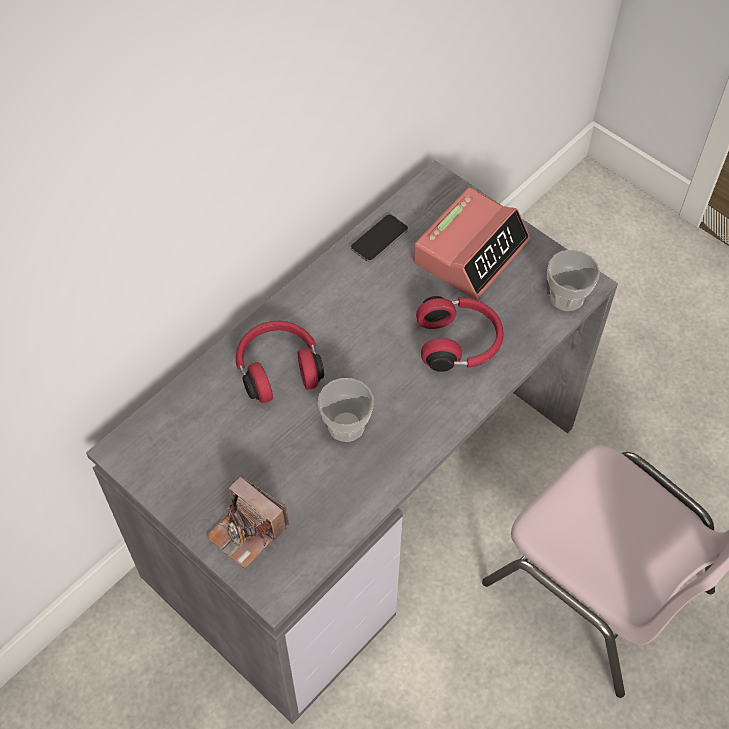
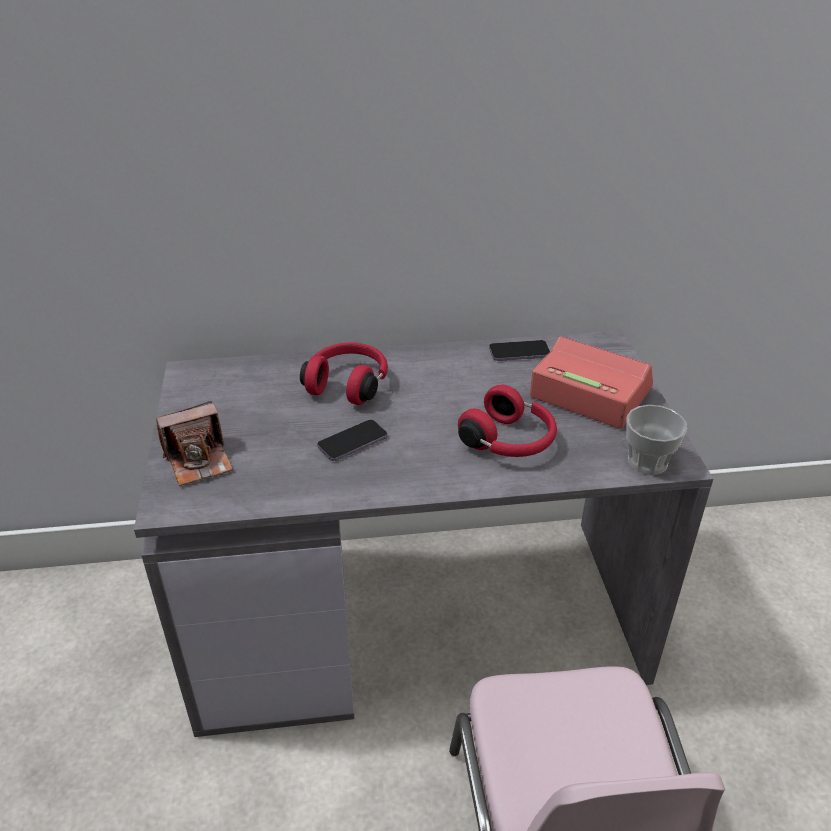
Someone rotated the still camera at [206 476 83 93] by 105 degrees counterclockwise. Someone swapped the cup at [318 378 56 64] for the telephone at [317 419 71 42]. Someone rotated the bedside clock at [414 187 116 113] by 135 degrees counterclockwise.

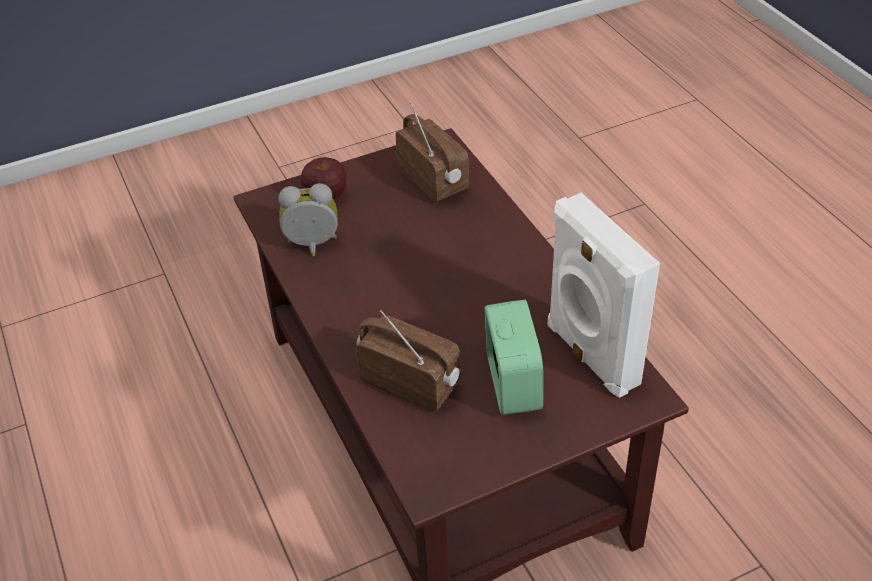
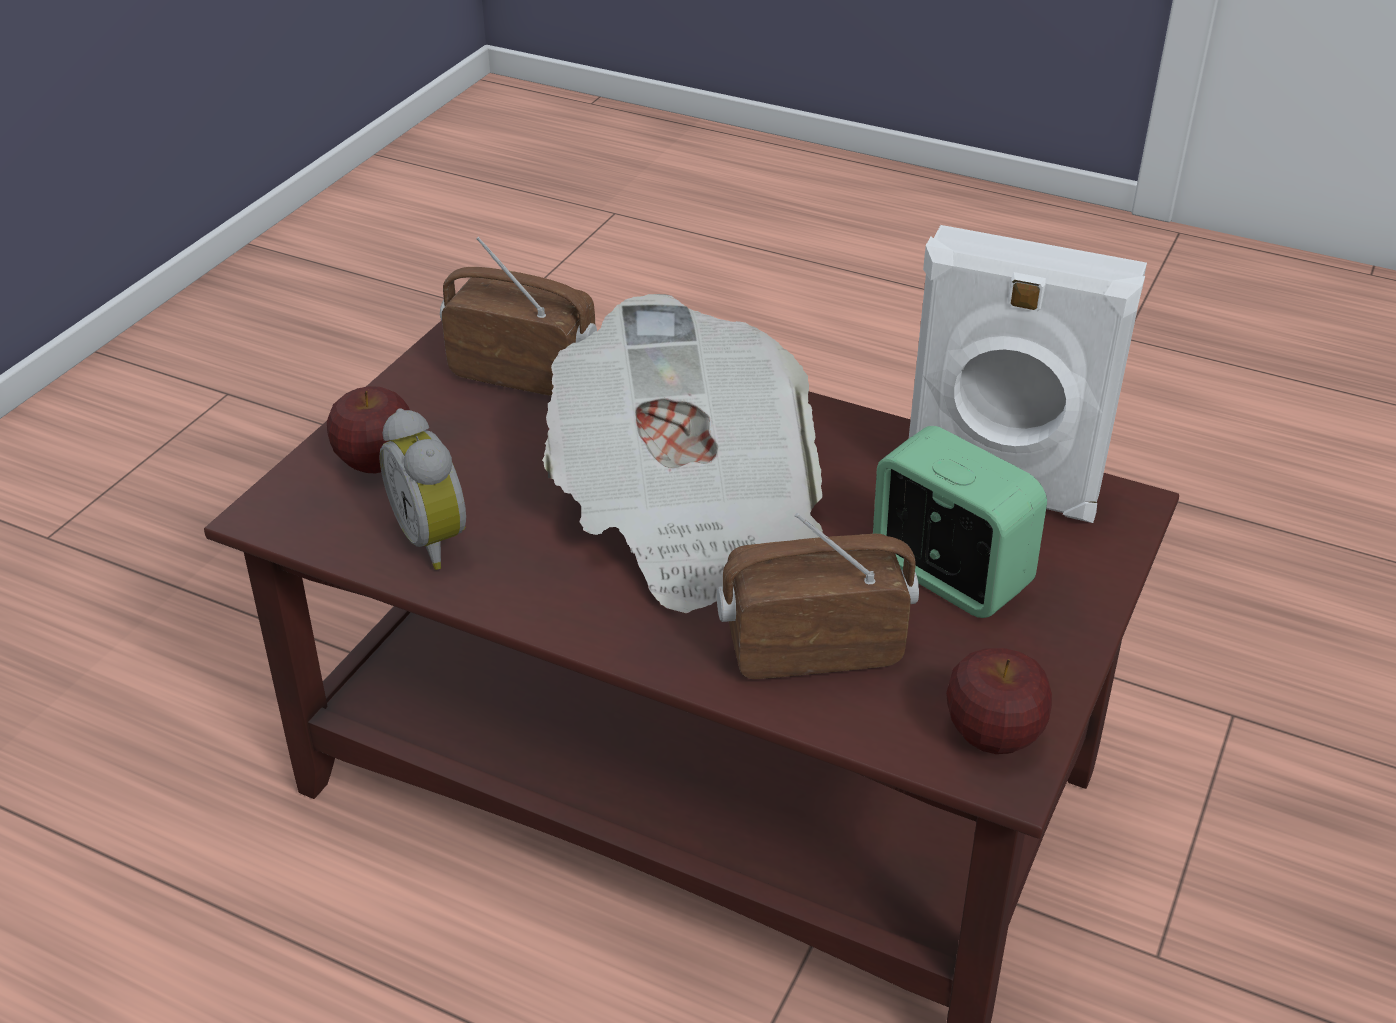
Someone rotated the bedside clock at [278 183 60 73] by 75 degrees counterclockwise. Someone put down the printed paper at [542 294 281 319]. Someone put down the apple fruit at [946 648 106 106].

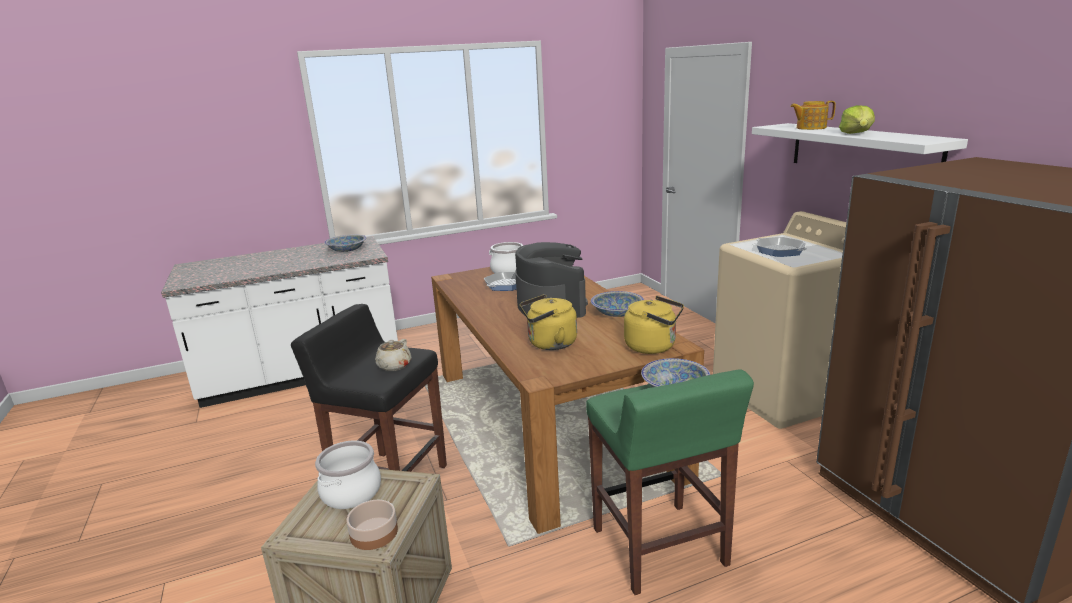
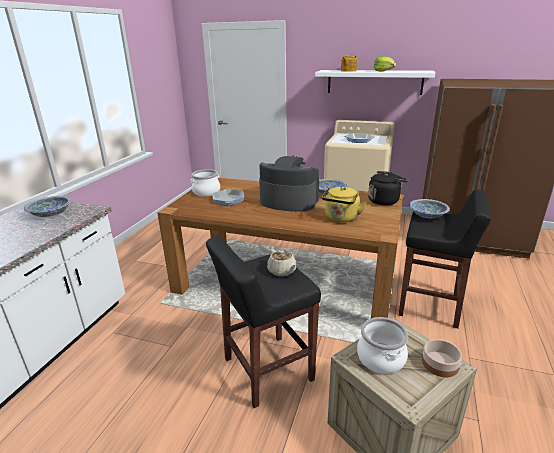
Someone repainted the green stool at [586 369 168 226], which became the black-coloured stool at [399 189 92 140]. Someone repainted the yellow tea kettle at [624 296 60 58], which became the black-coloured tea kettle at [368 171 40 34].

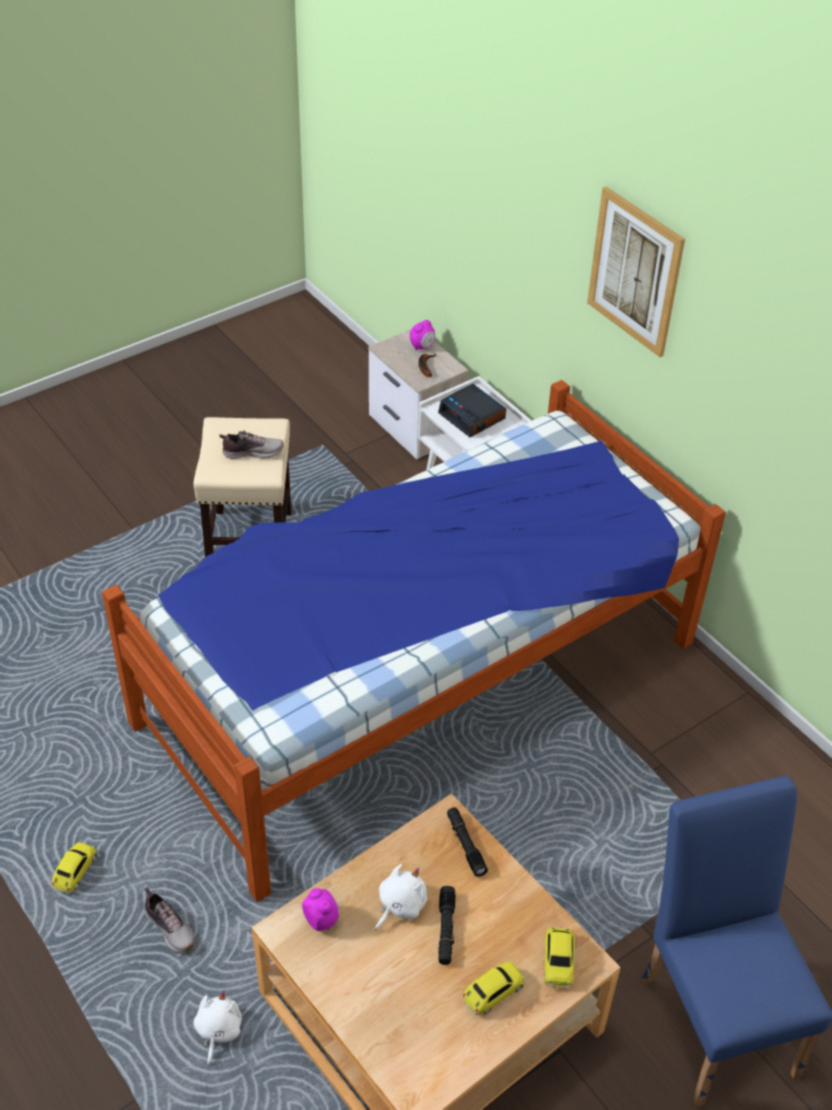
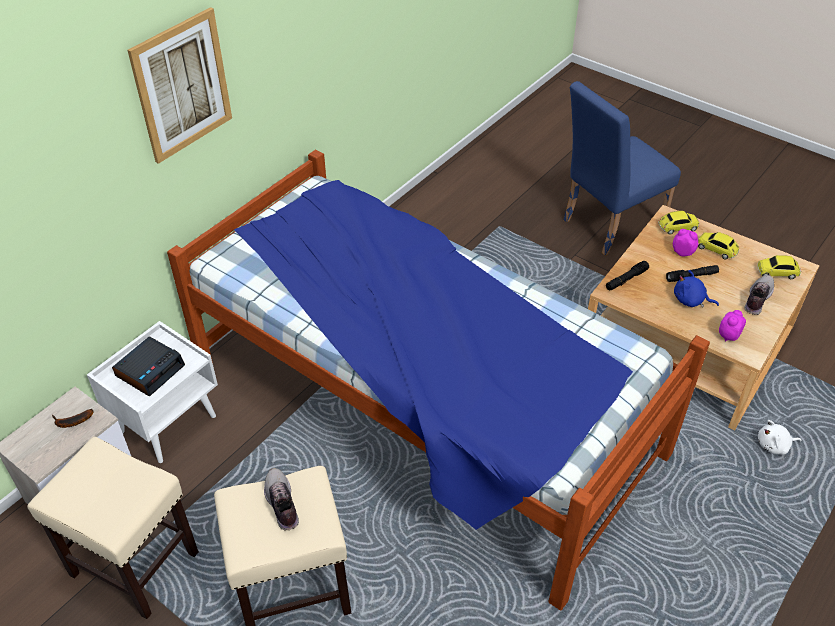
Someone carried the miniature car from [51 842 46 51] to [757 255 44 24]. Someone carried the low shoe from [145 888 50 65] to [744 275 30 40]. Someone repainted the whitish soft toy at [375 864 52 66], which became the blue soft toy at [674 270 45 38]. Someone carried the bedside clock from [410 320 25 30] to [673 229 25 27]. Someone put down the beige stool at [27 437 172 182].

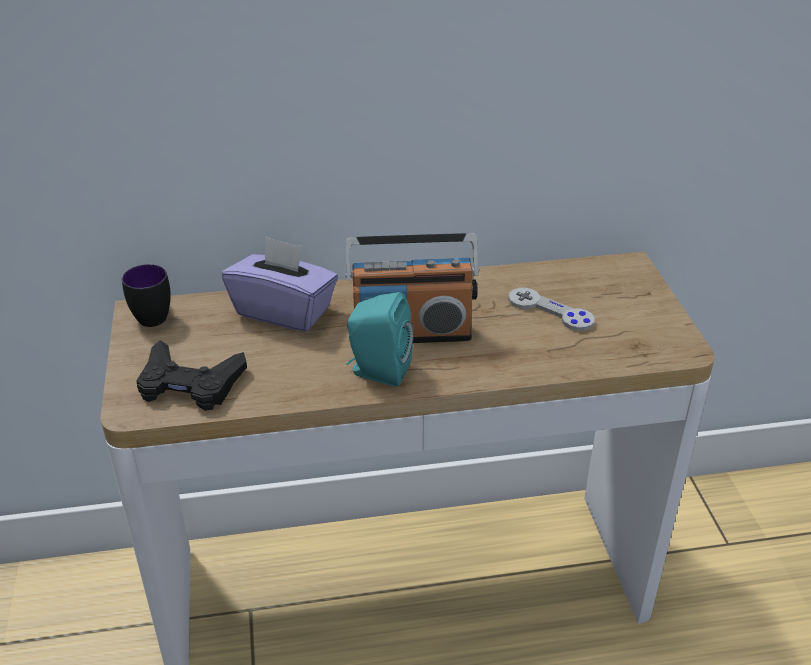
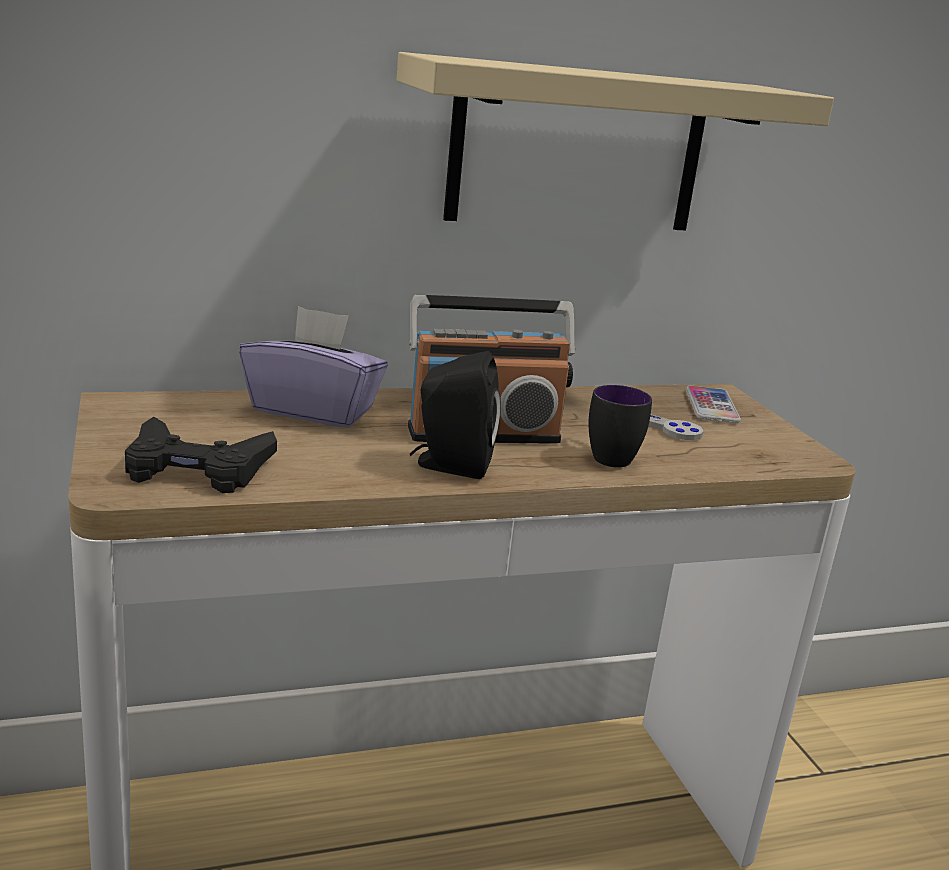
Someone carried the mug from [122 264 49 63] to [588 385 64 83]. Someone repainted the turquoise loudspeaker at [347 292 67 95], which became the black-coloured loudspeaker at [410 351 91 128]. Someone put up the beige shelf at [397 52 437 178]. Someone put down the telephone at [686 386 55 37].

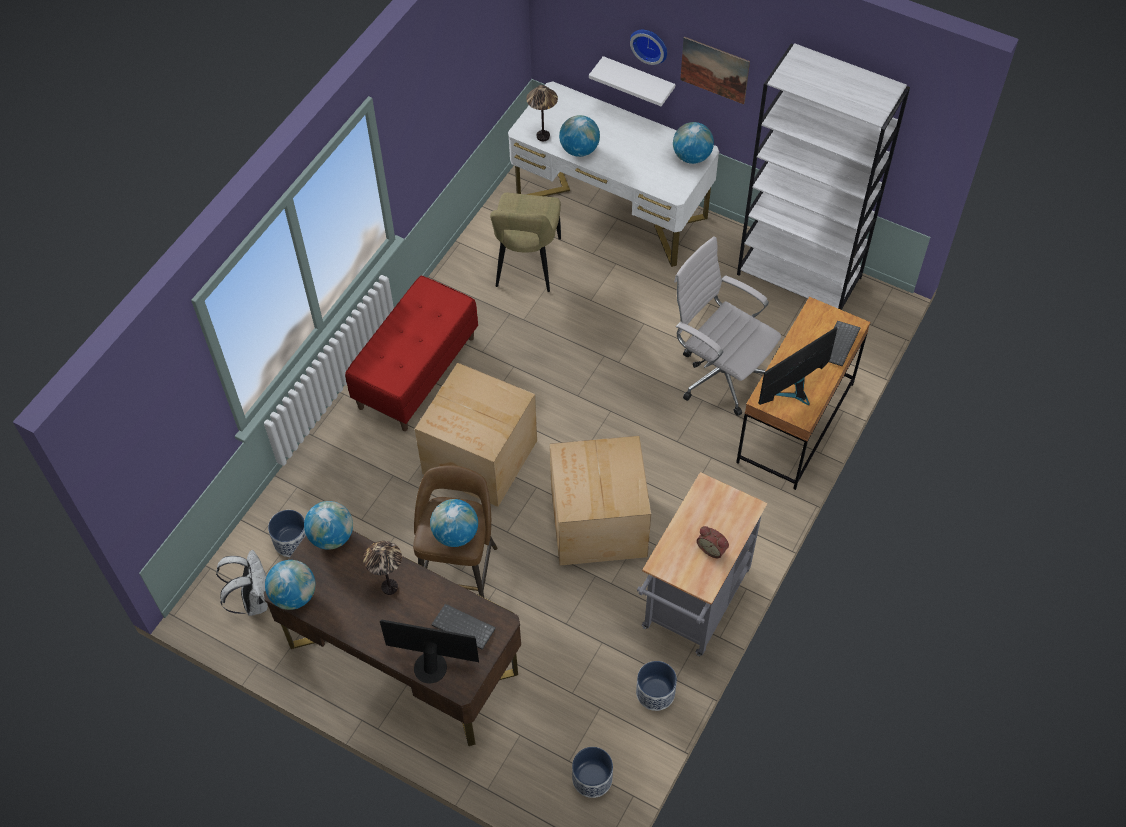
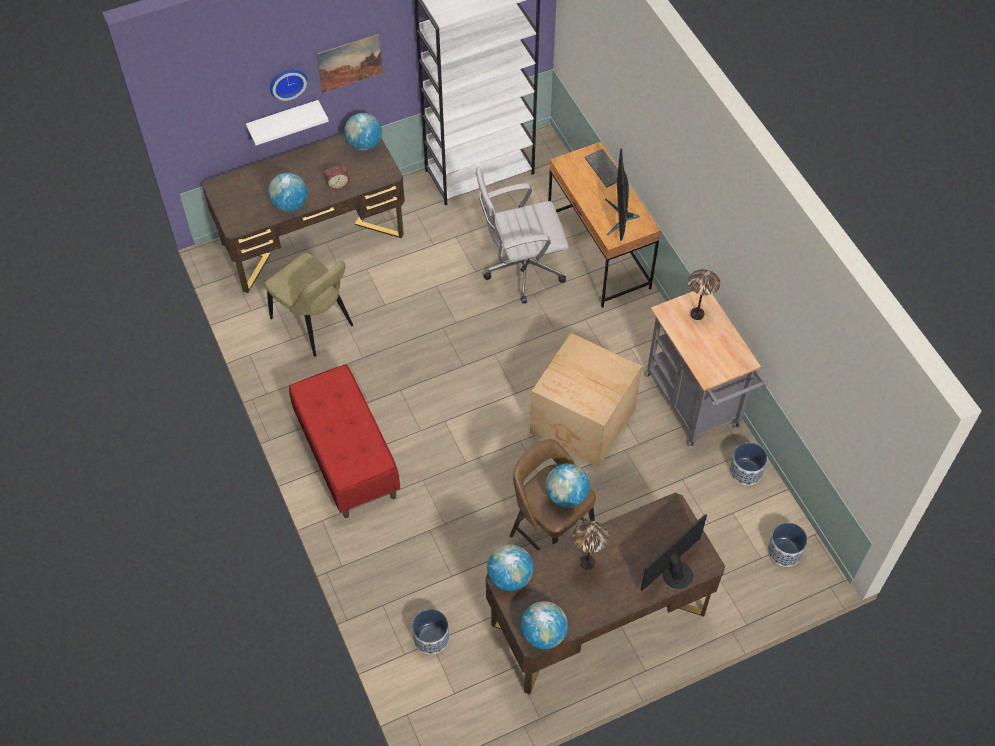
Someone took away the whitish backpack at [216 550 52 66]. Someone took away the packing box at [415 362 122 145]. Someone took away the PC keyboard at [431 604 65 46]. Someone repainted the whitish desk table at [508 82 211 185], which became the brown-coloured desk table at [202 133 203 160]. Someone carried the lamp for a table from [526 85 32 56] to [688 269 32 51]. Someone carried the bedside clock from [697 526 32 32] to [324 166 26 24].

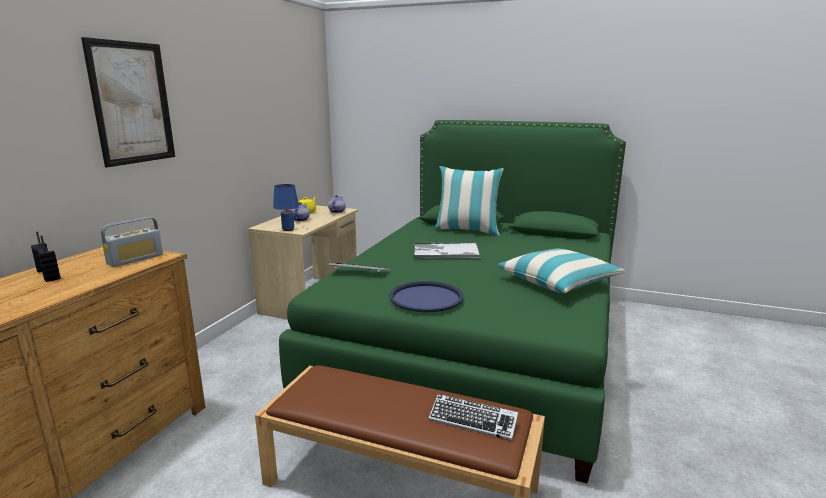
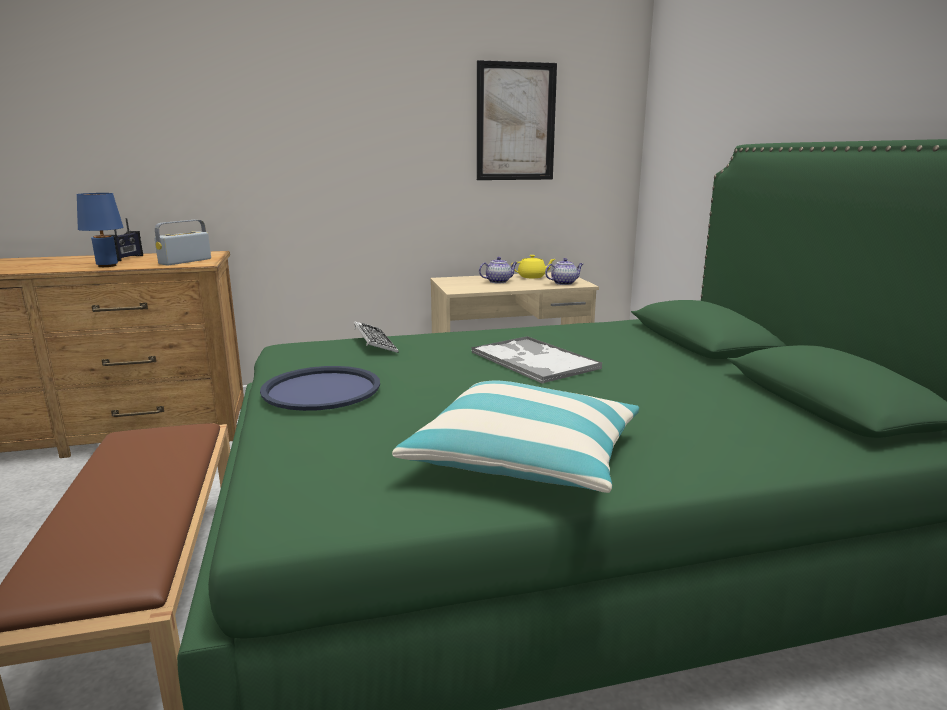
Someone carried the wall art from [81 37 94 130] to [477 60 80 120]. Someone rotated the radio at [101 217 62 50] by 120 degrees clockwise. Someone carried the blue lamp for a table from [273 184 26 47] to [76 193 48 74]. Someone took away the PC keyboard at [429 394 89 47]. Someone took away the pillow at [435 166 69 70].

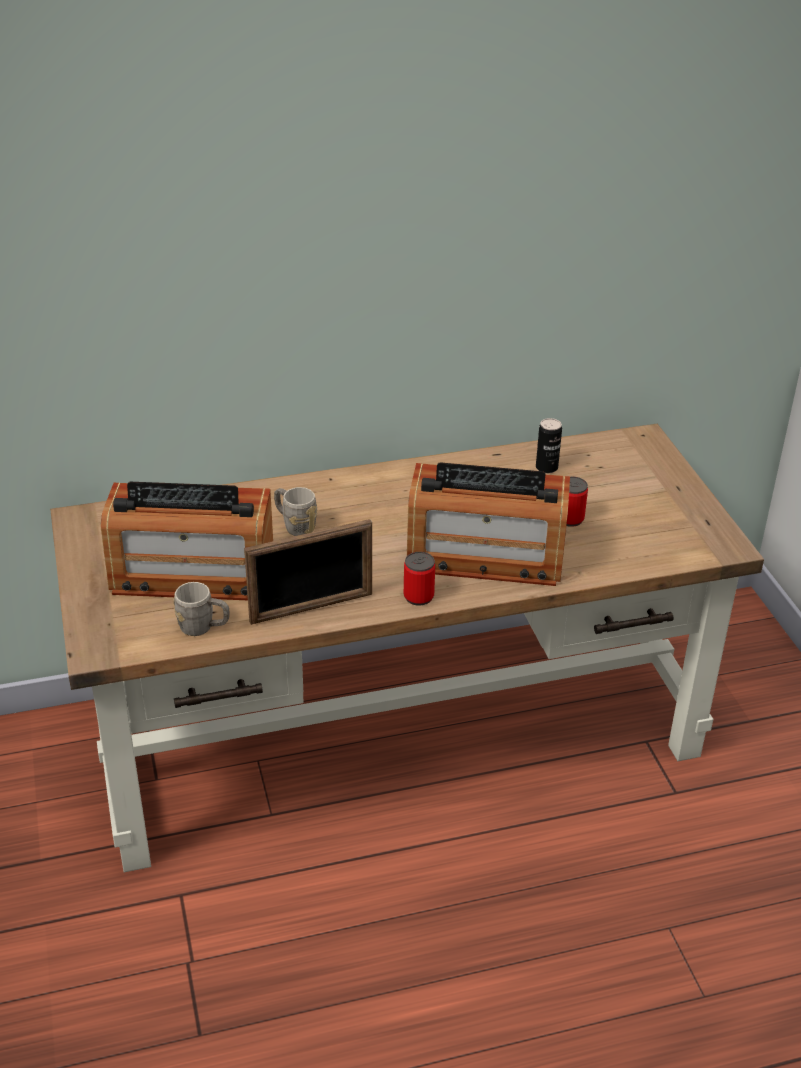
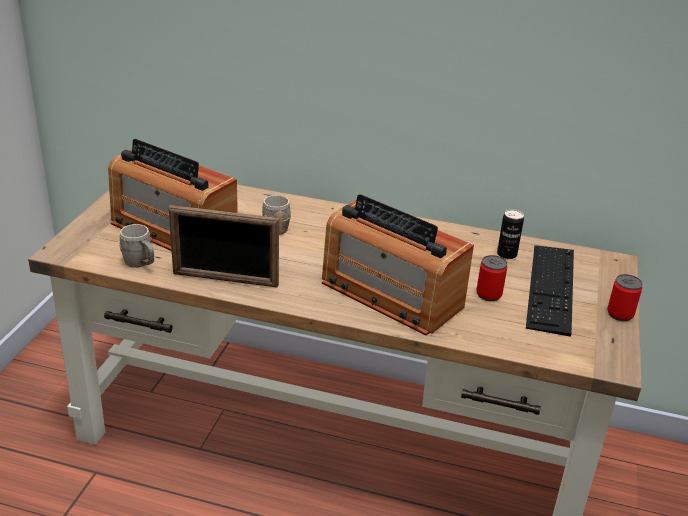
Someone carried the metal can from [404 552 31 54] to [607 274 36 47]. Someone put down the PC keyboard at [526 245 48 92].

